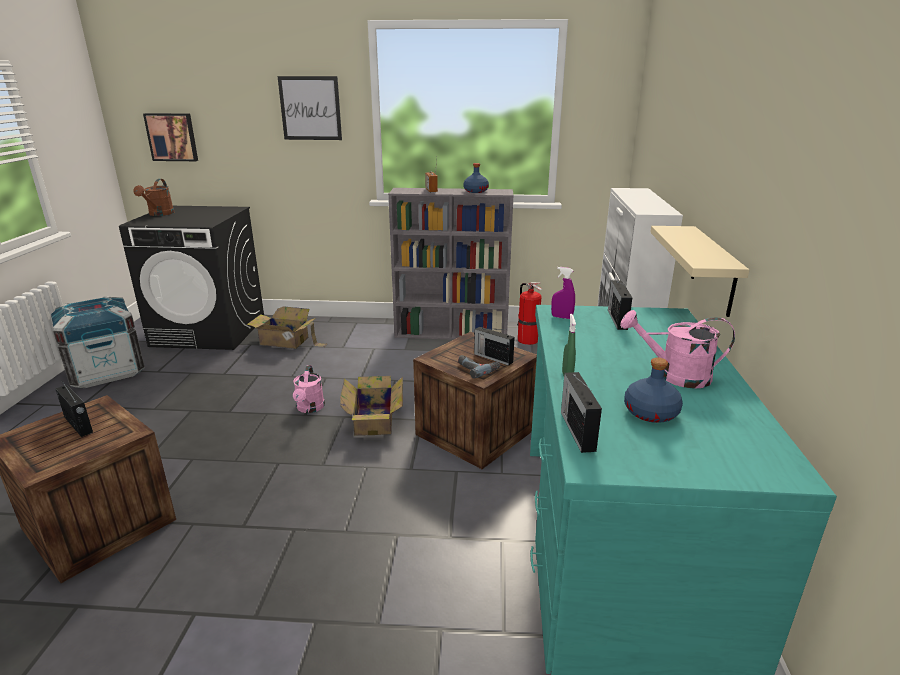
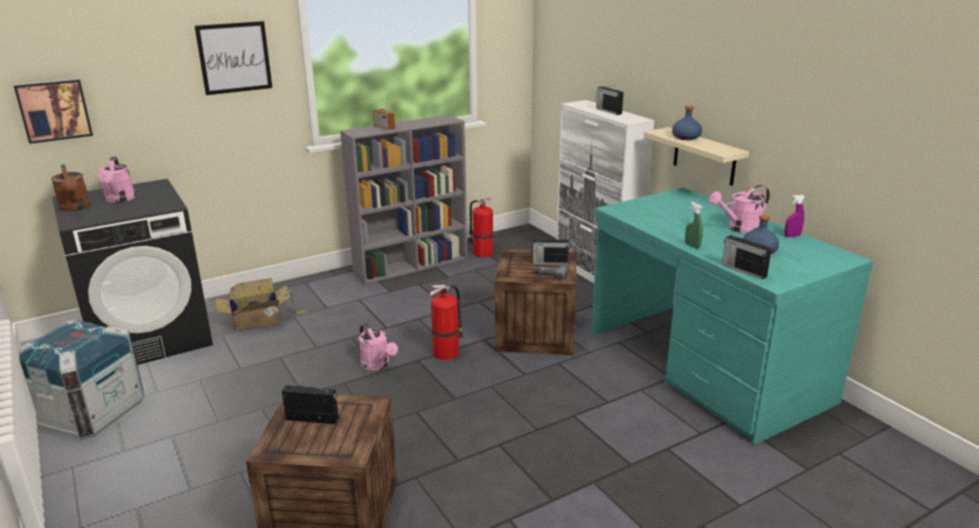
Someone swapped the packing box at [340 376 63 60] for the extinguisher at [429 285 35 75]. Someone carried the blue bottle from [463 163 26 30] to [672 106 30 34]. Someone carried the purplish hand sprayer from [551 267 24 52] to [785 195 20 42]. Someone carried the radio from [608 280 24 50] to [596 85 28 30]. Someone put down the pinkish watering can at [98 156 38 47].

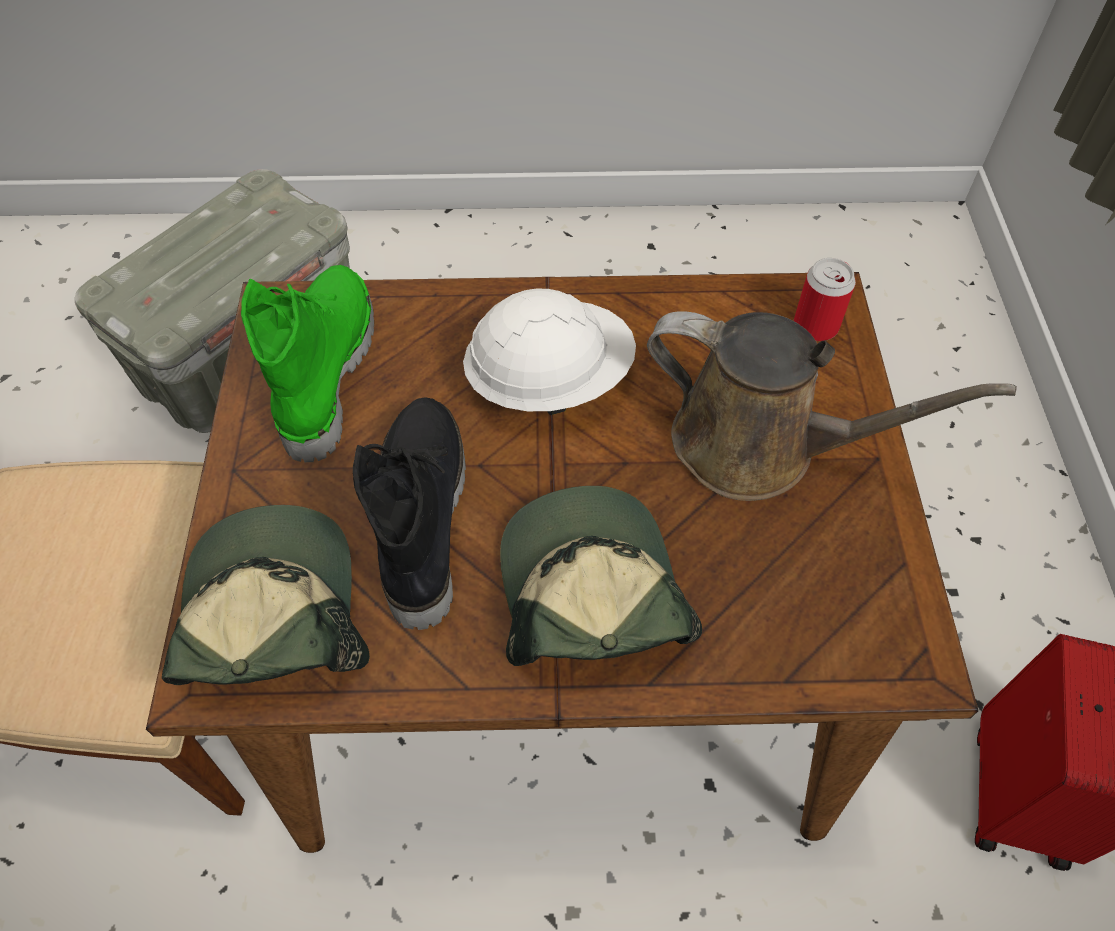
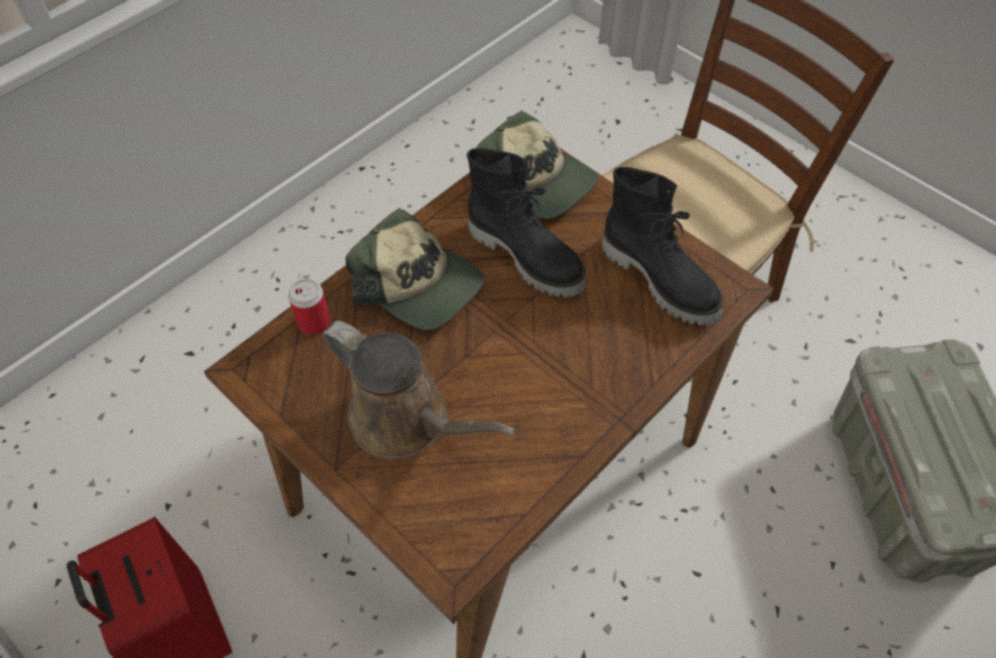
Someone repainted the green high-top boot at [241 265 133 197], which became the black-coloured high-top boot at [602 167 121 158]. Someone took away the whitish hard hat at [463 289 173 126]. Someone rotated the brown-coloured watering can at [647 311 369 190] by 120 degrees counterclockwise. Someone carried the metal can from [794 258 62 83] to [288 279 43 56].

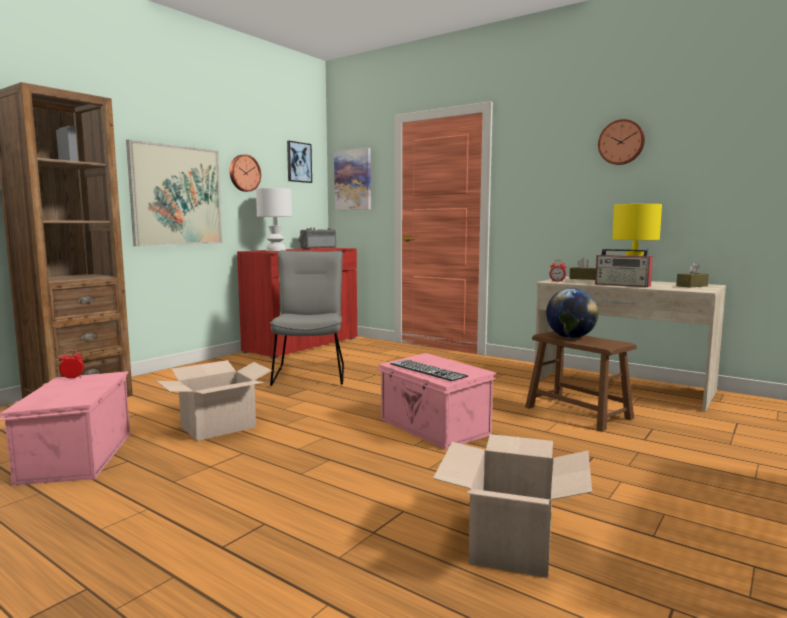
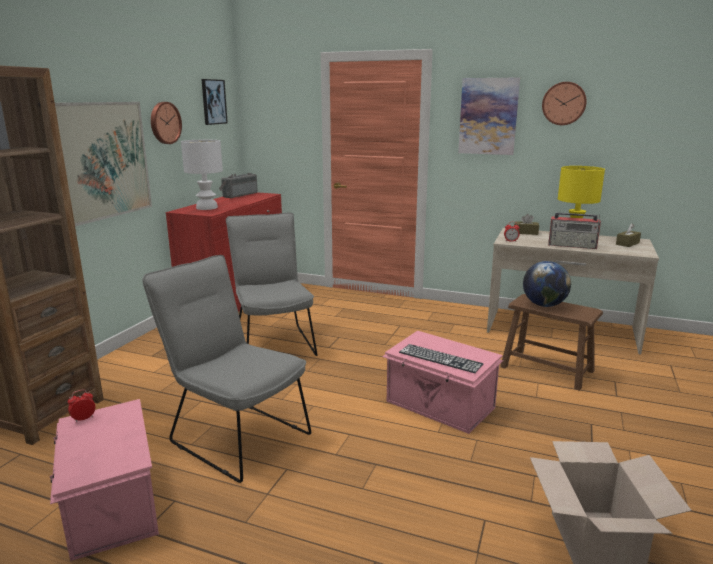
Someone swapped the packing box at [156 360 116 81] for the gray upright chair at [142 255 169 228]. Someone carried the wall art from [334 148 37 62] to [458 77 62 78].

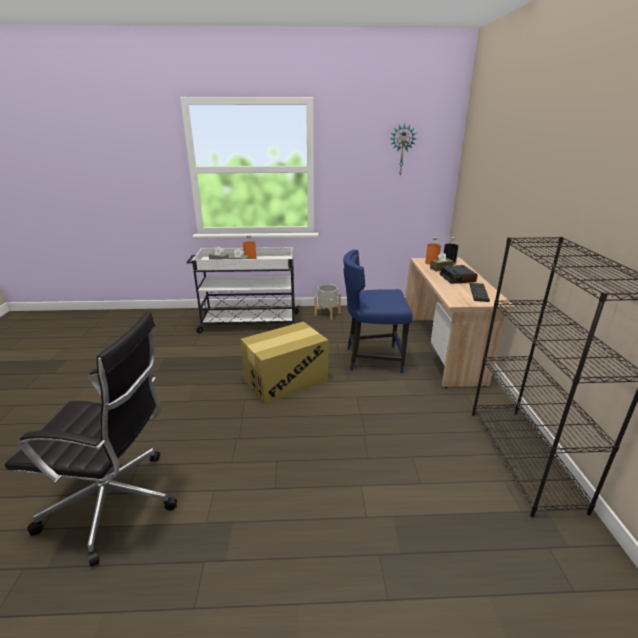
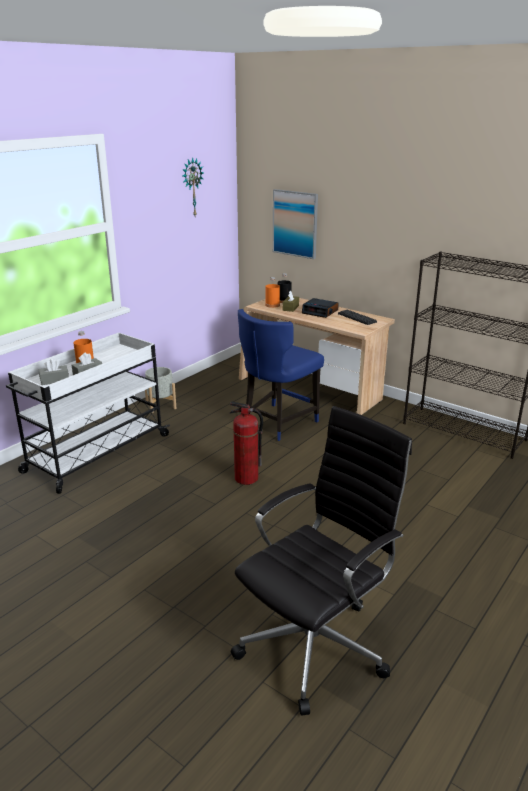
Someone swapped the packing box at [240 321 89 83] for the extinguisher at [229 401 34 84]. Someone put up the wall art at [273 189 45 70].

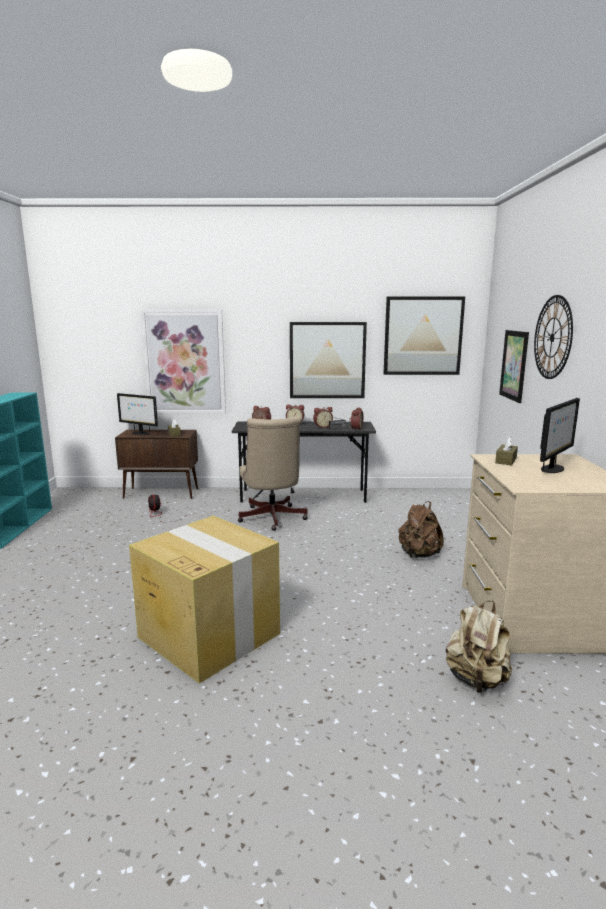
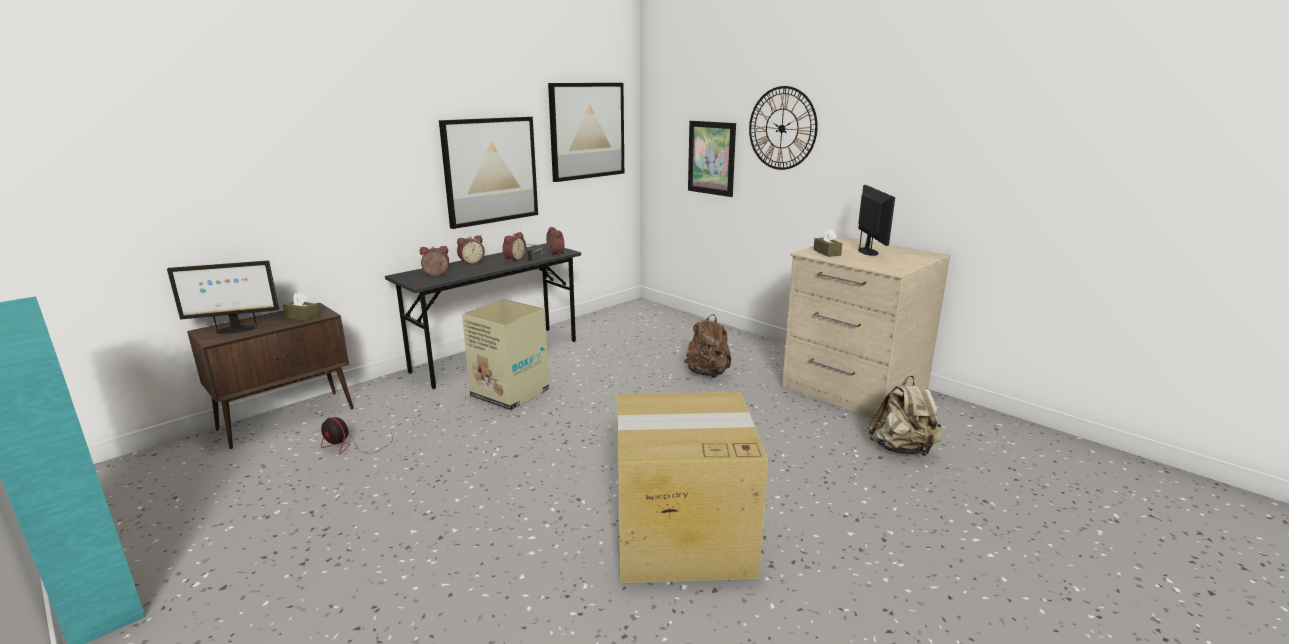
Someone took away the wall art at [141 309 85 105]. Someone swapped the beige desk chair at [238 416 70 115] for the packing box at [462 299 87 111].

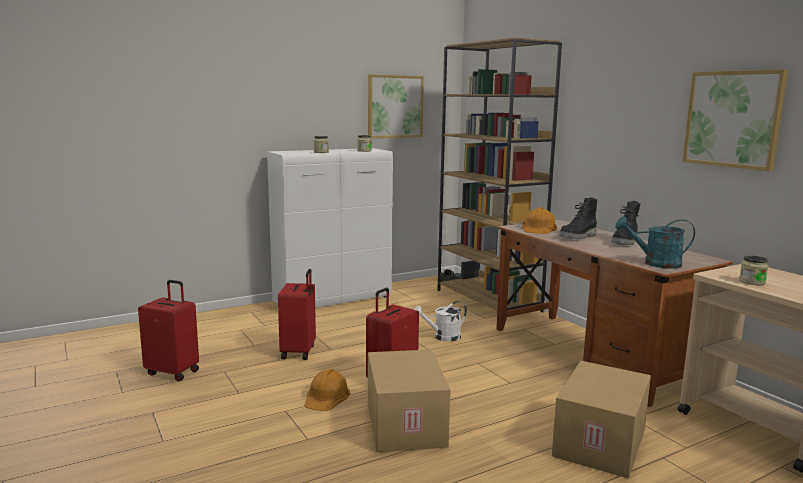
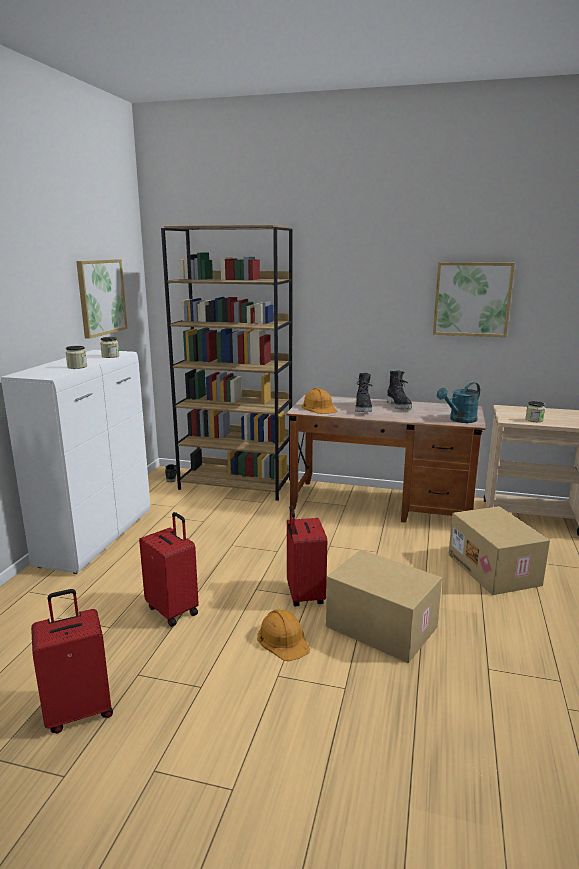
Someone took away the whitish watering can at [414 301 53 41].

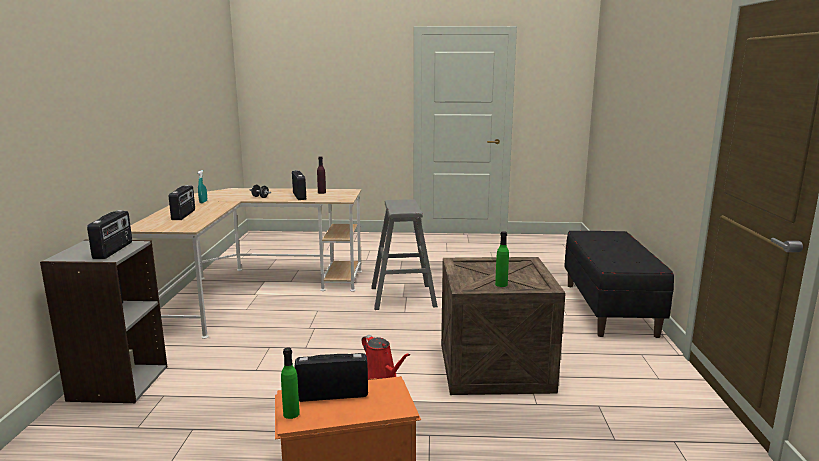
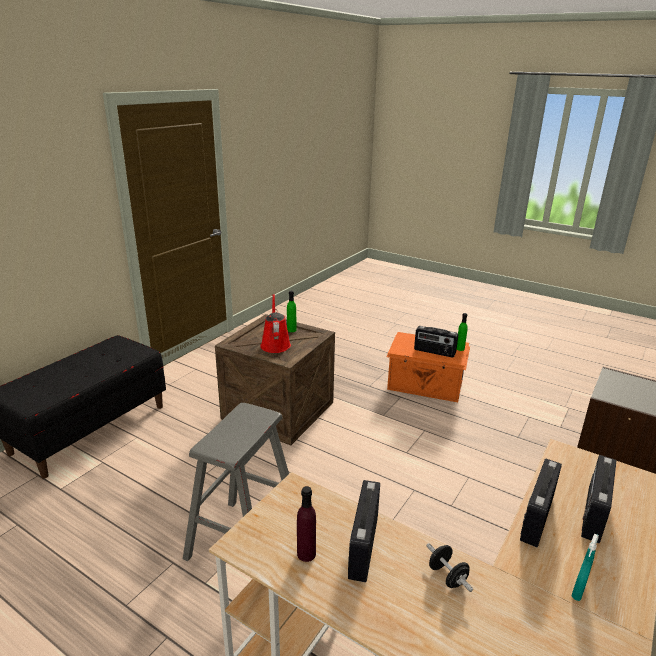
Someone carried the radio from [87 210 45 49] to [520 459 42 88]. Someone carried the red-coloured watering can from [362 335 48 45] to [260 294 31 59].

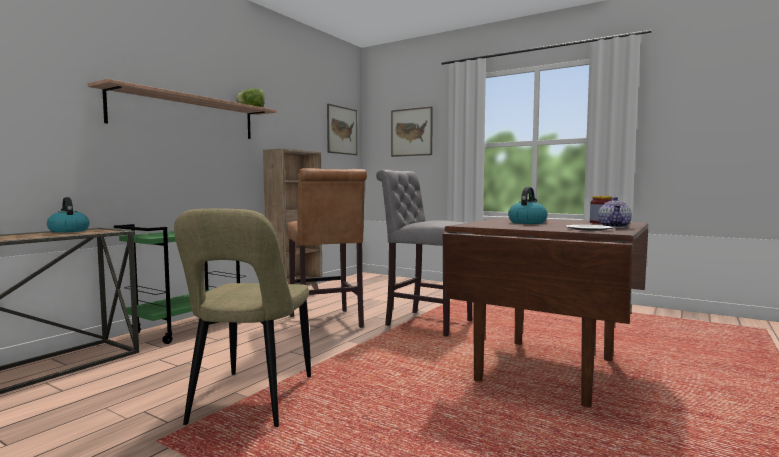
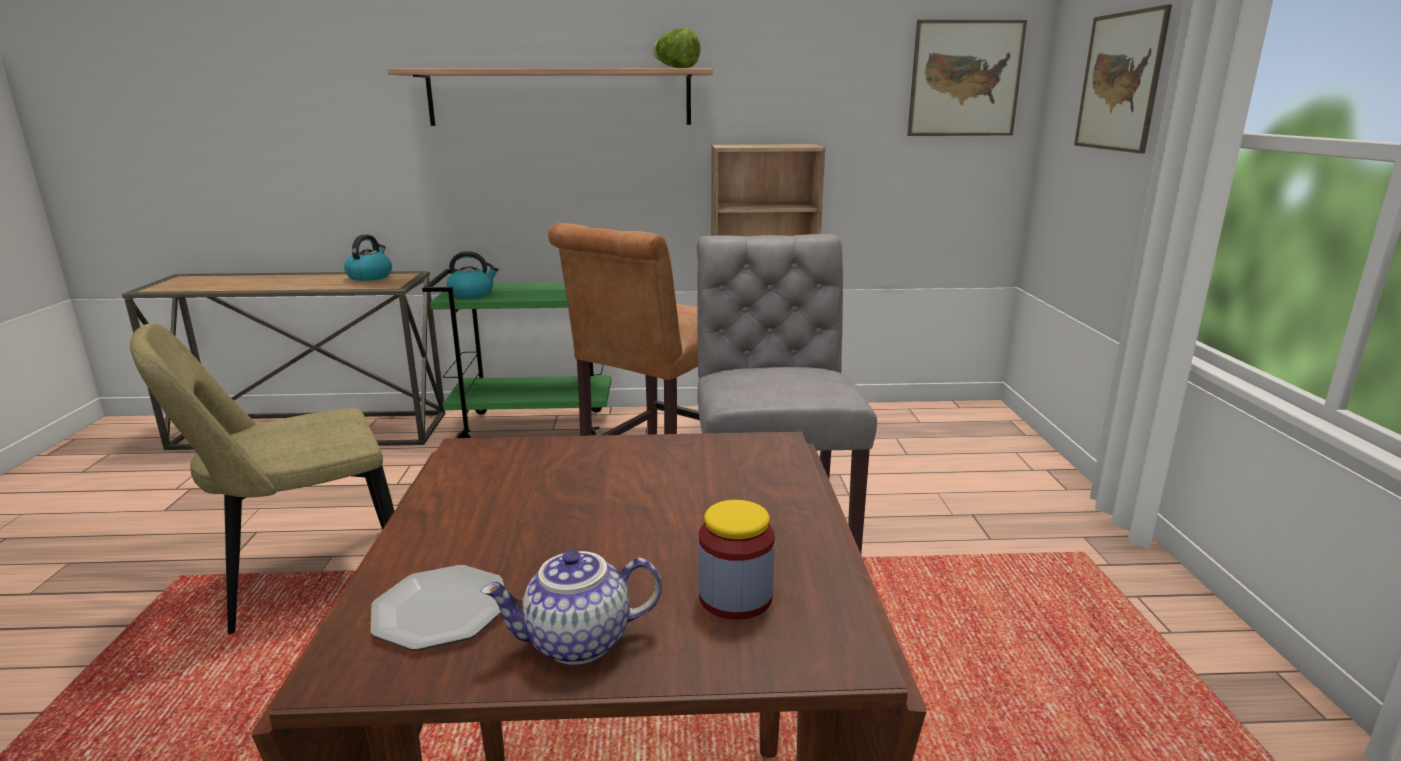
Someone carried the tea kettle from [508 187 40 37] to [446 251 53 48].

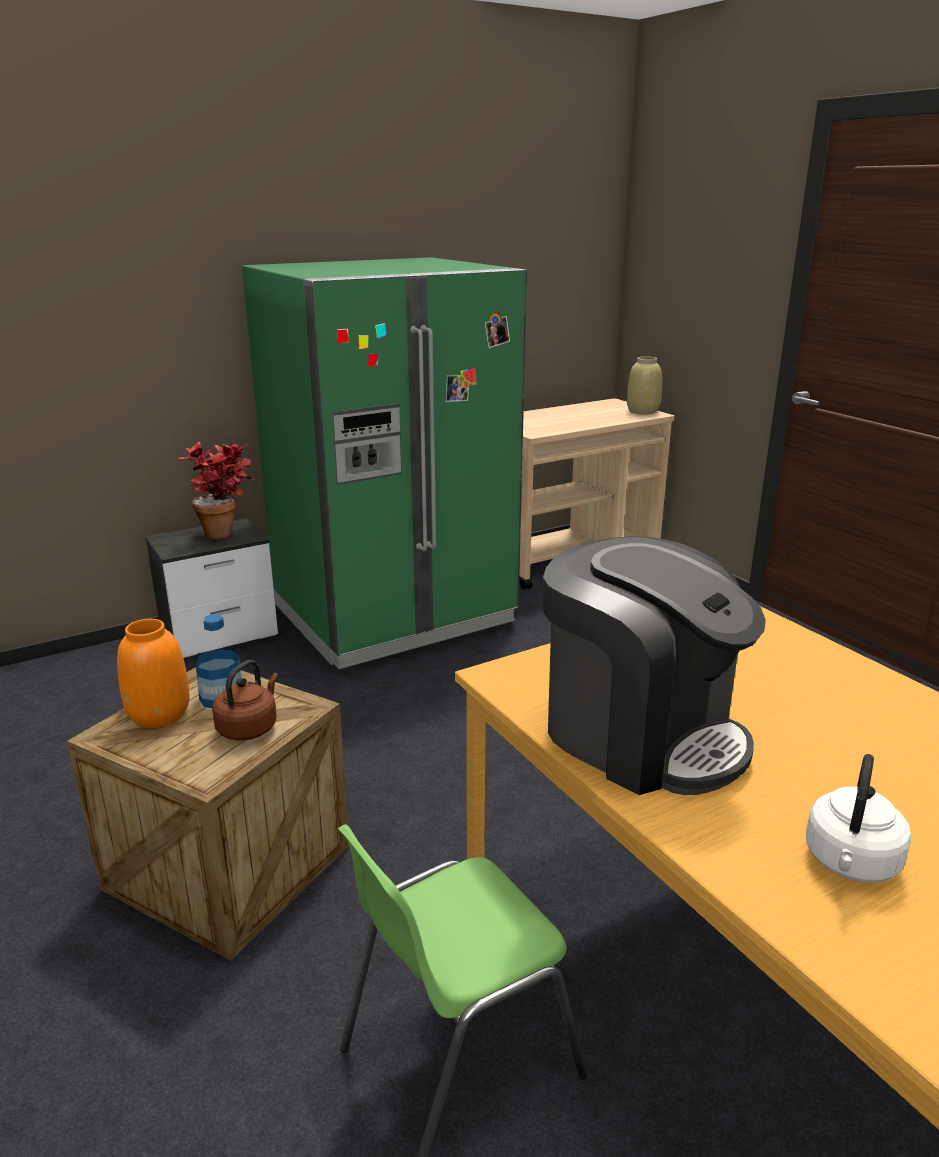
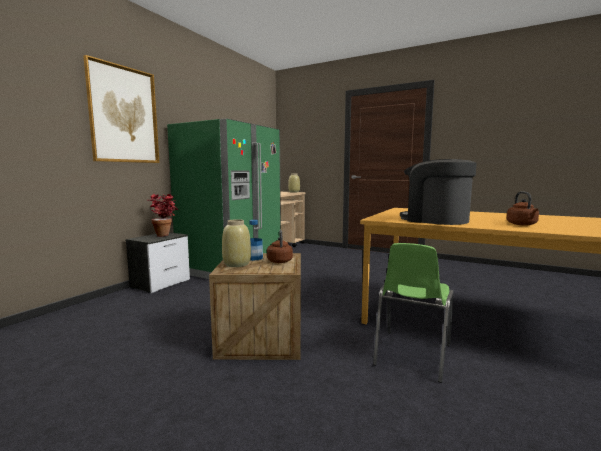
Someone repainted the orange-coloured decorative vase at [117 619 73 109], which became the beige decorative vase at [222 219 29 48]. Someone rotated the coffee machine at [543 536 223 259] by 150 degrees counterclockwise. Someone repainted the whitish tea kettle at [806 754 105 128], which became the brown-coloured tea kettle at [507 191 32 35]. Someone put up the wall art at [83 55 77 108].

